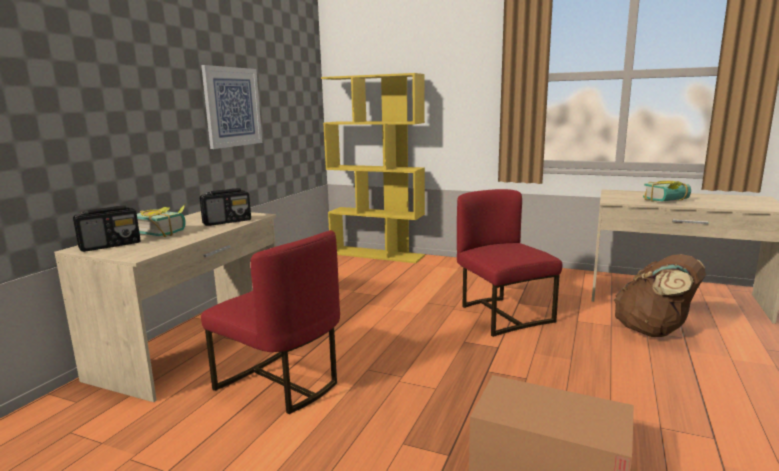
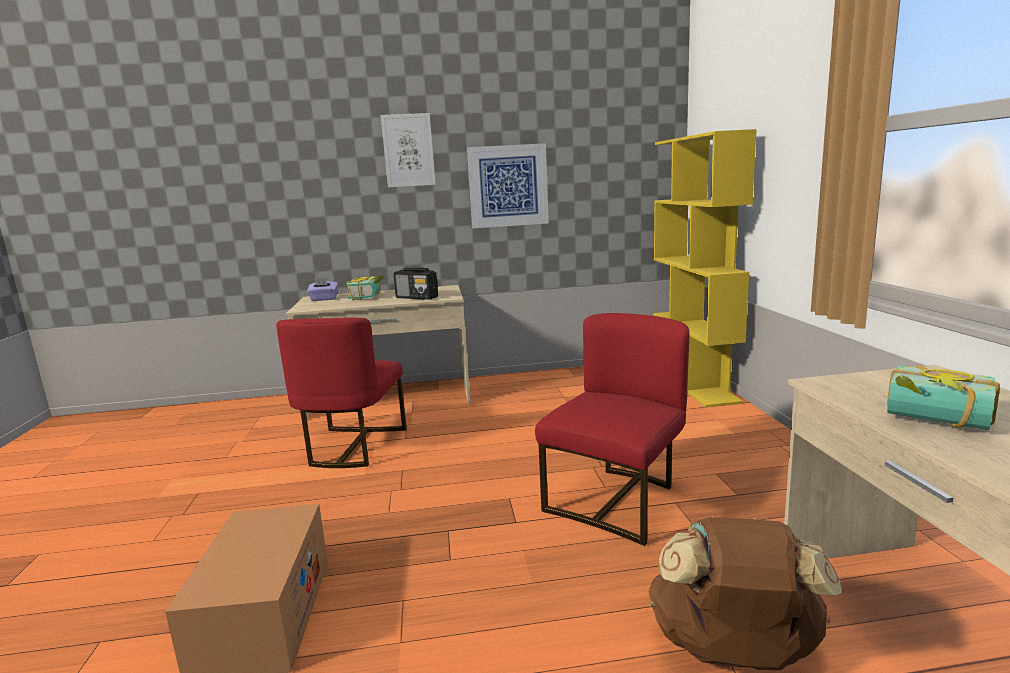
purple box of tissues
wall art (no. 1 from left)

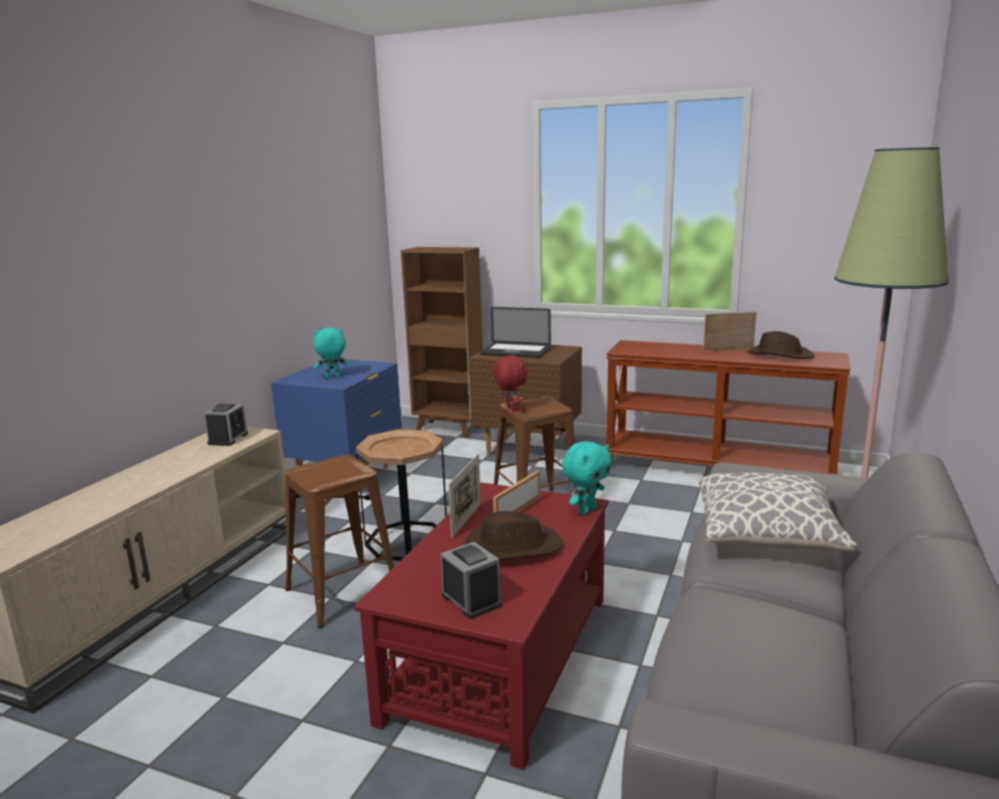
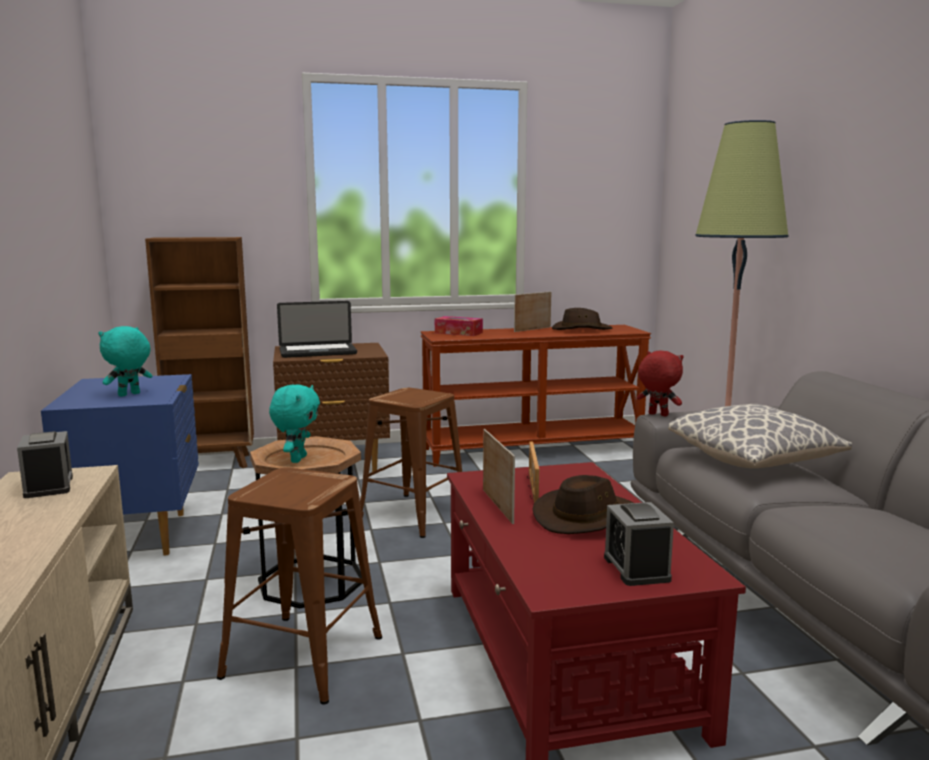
red-coloured soft toy
turquoise soft toy (no. 2 from left)
alarm clock (no. 2 from left)
box of tissues

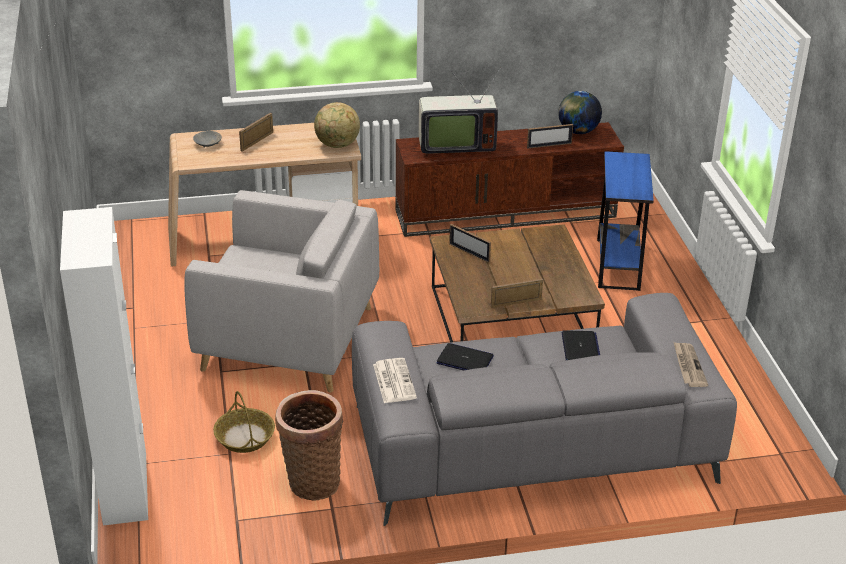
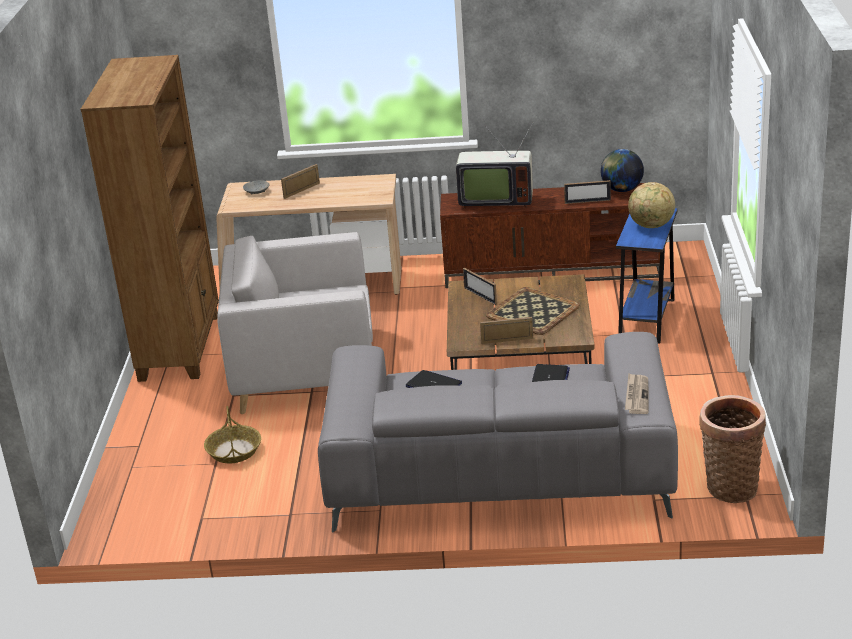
world globe (no. 2 from left)
gray lounge chair
white storage cabinet
printed paper (no. 1 from left in the first image)
storage basket (no. 2 from left)
brown-coloured bookshelf
serving tray

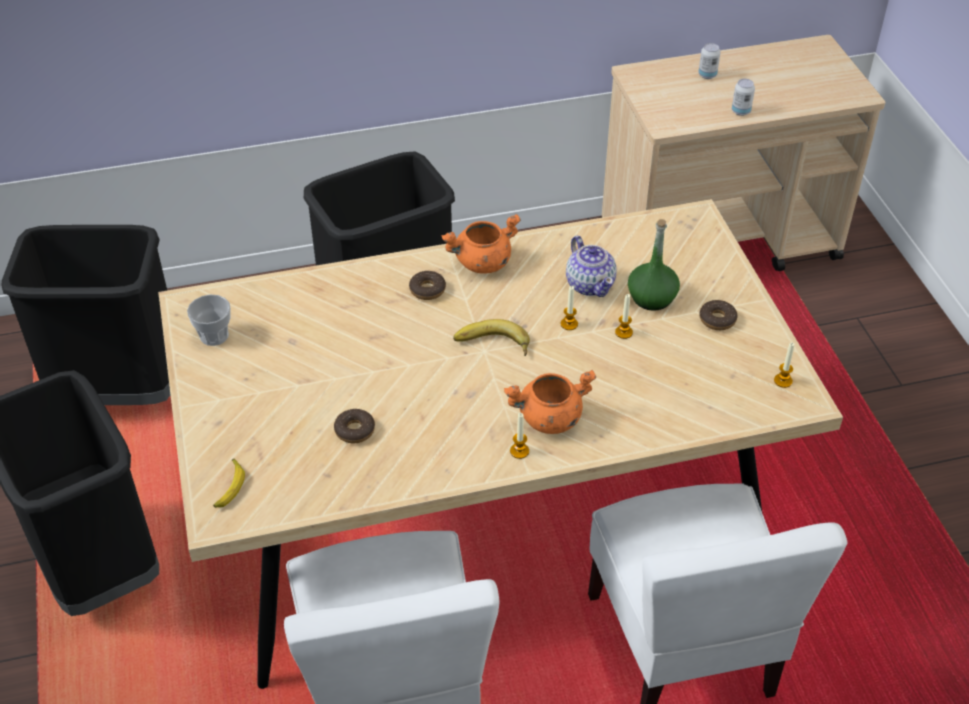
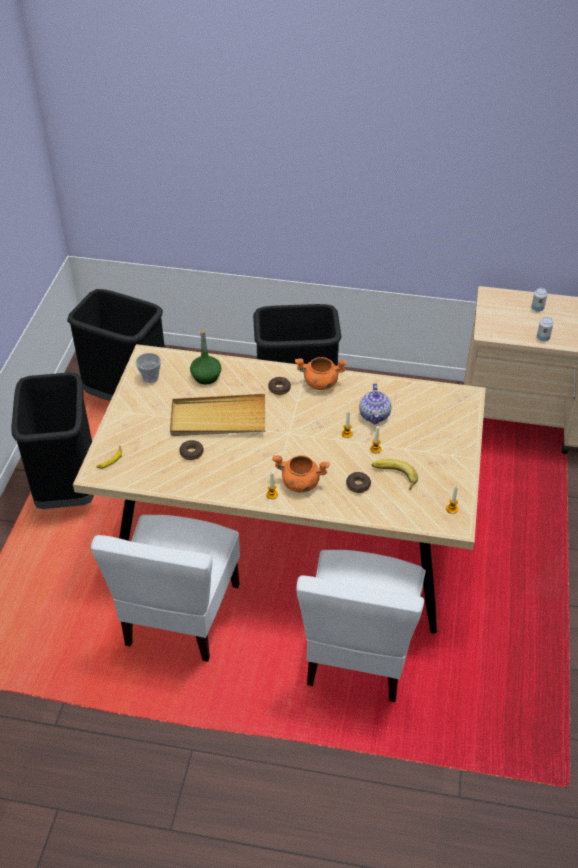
green beverage bottle
doughnut (no. 3 from left)
banana (no. 2 from left)
beige serving tray

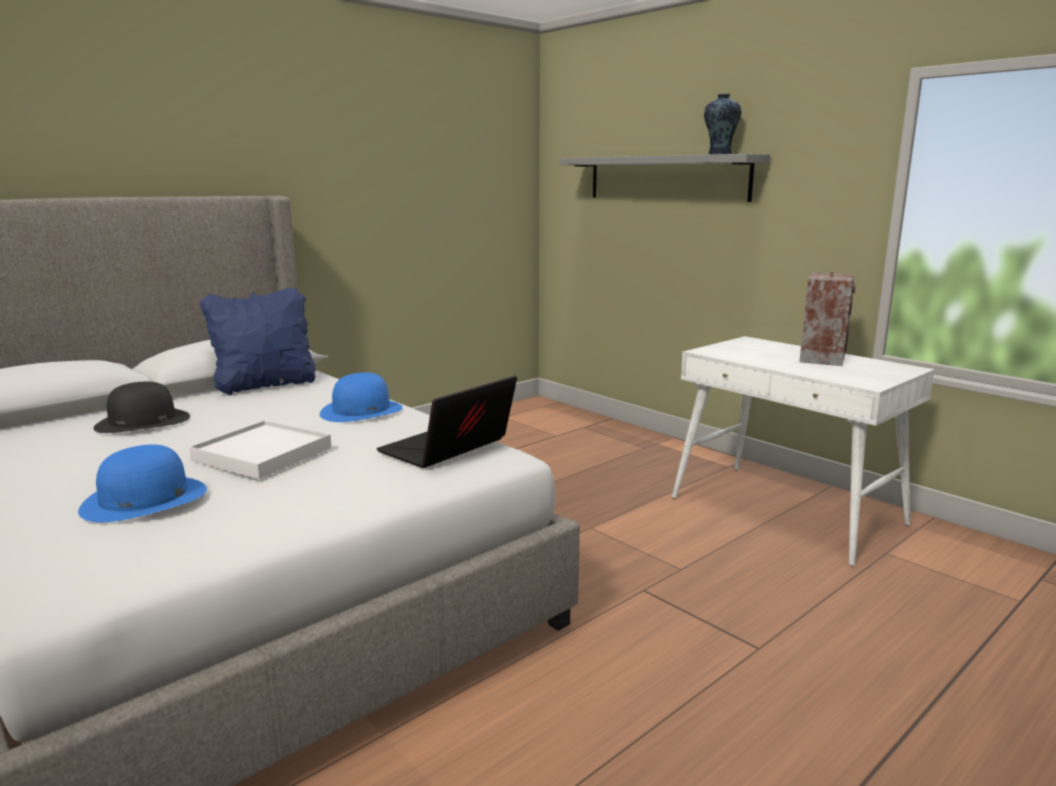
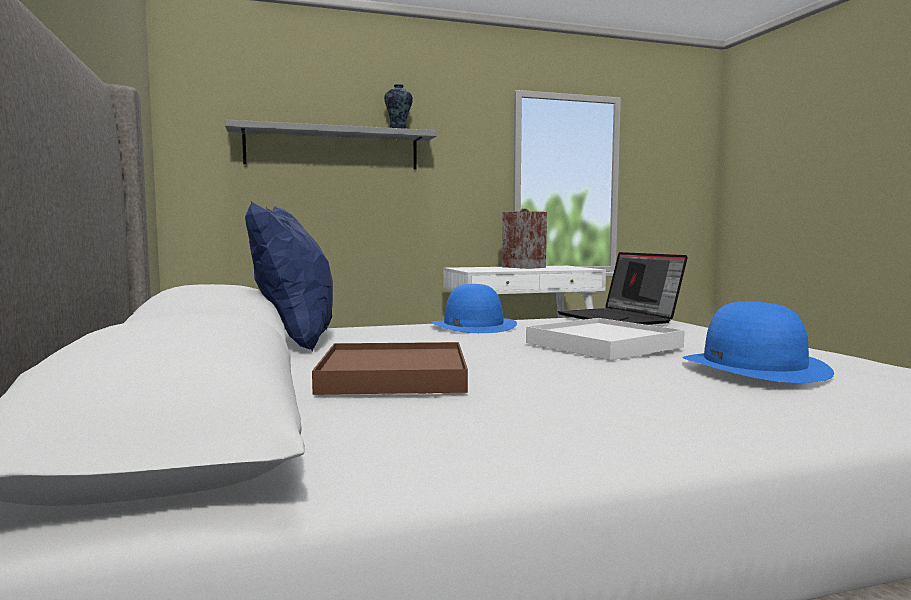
brown-coloured serving tray

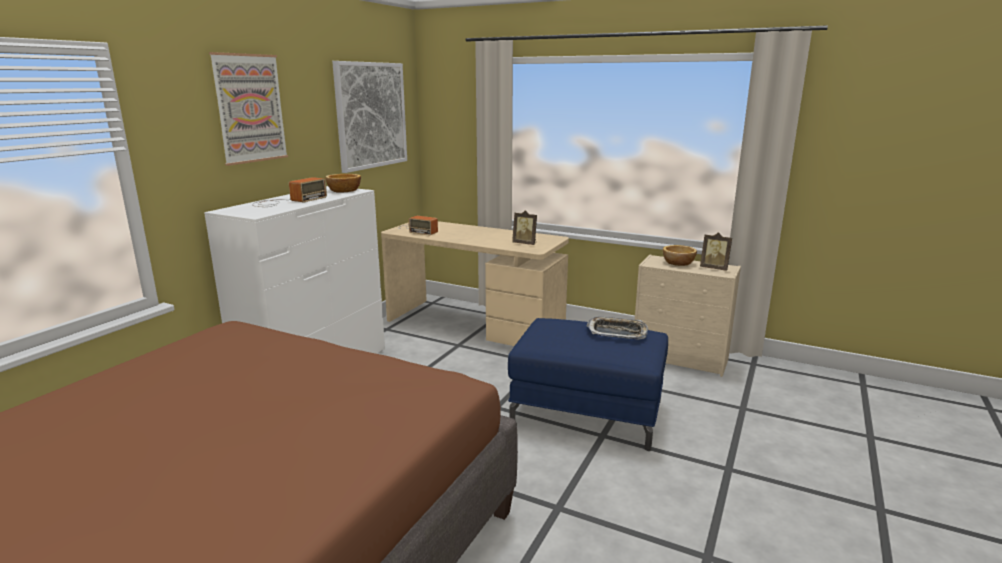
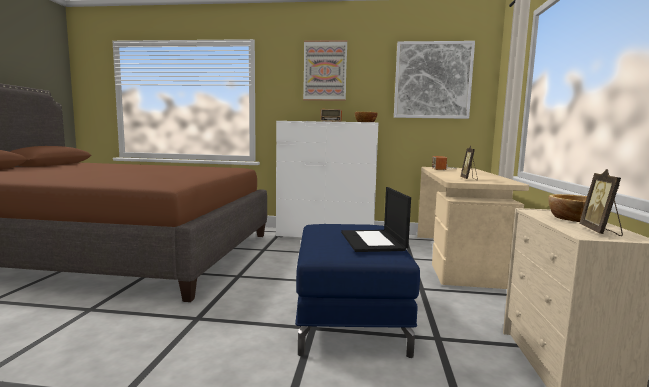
laptop

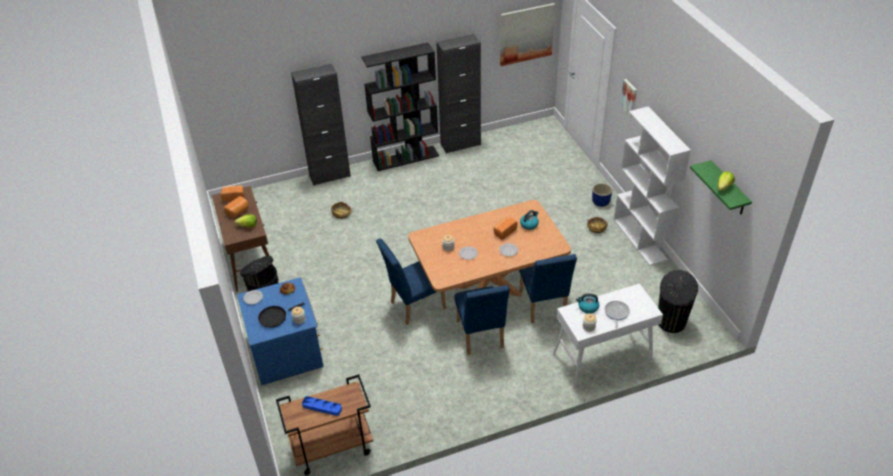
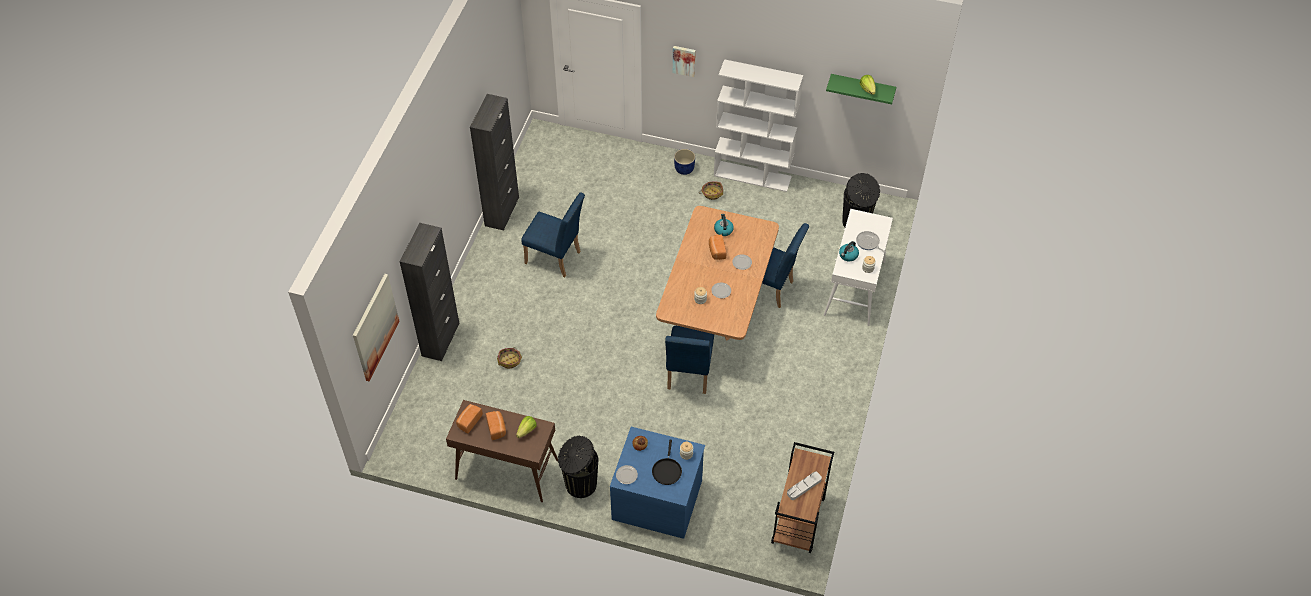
wall art (no. 1 from left)
black-coloured bookshelf
bluish chair (no. 1 from left)
gray serving tray

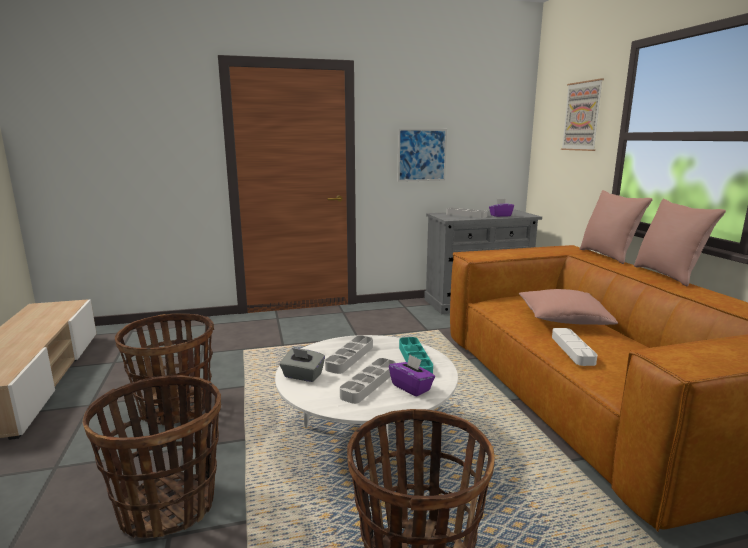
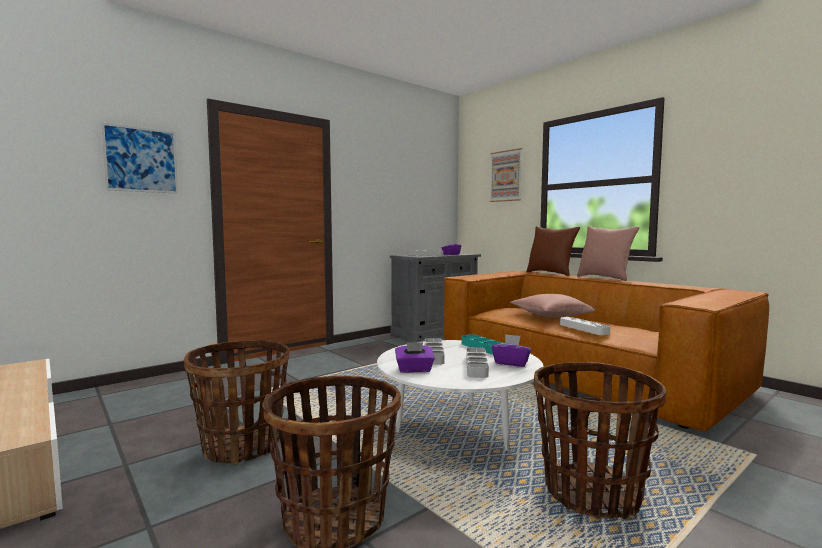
wall art (no. 1 from left)
brown-coloured cushion
purple box of tissues (no. 1 from left)

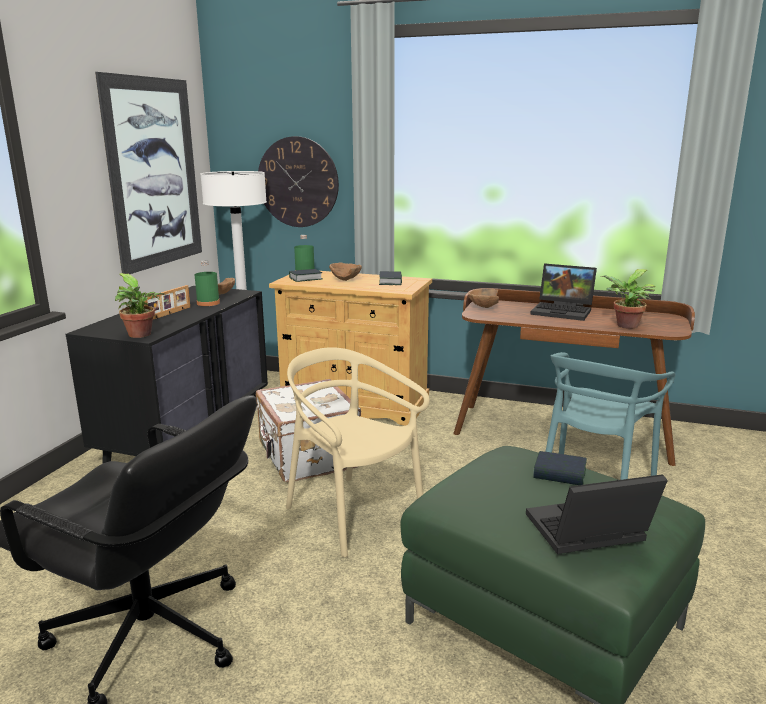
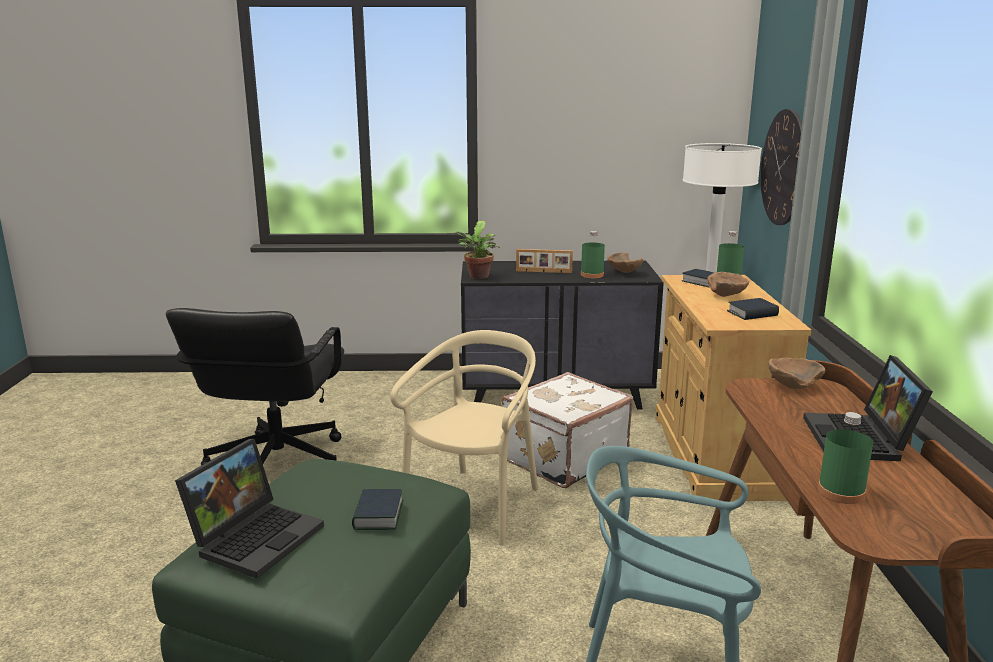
wall art
green beverage bottle (no. 3 from left)
laptop (no. 1 from left)

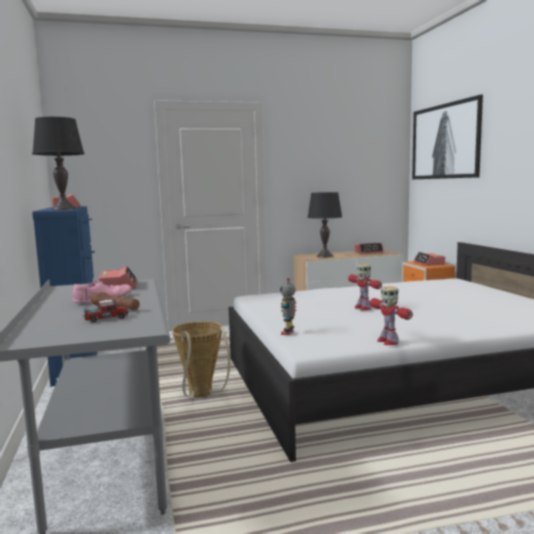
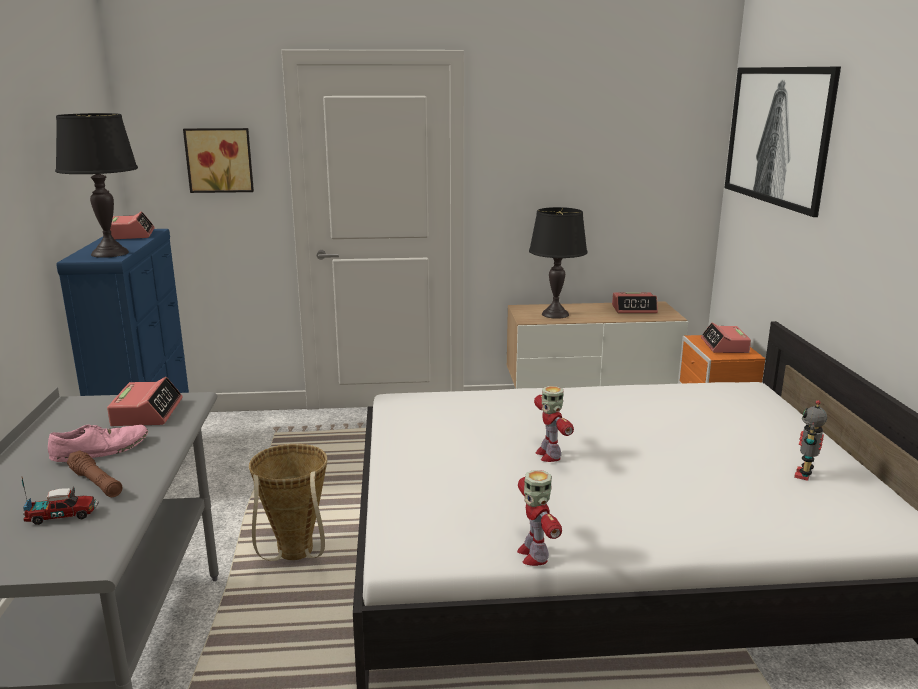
toy robot (no. 3 from left)
wall art (no. 1 from left)

